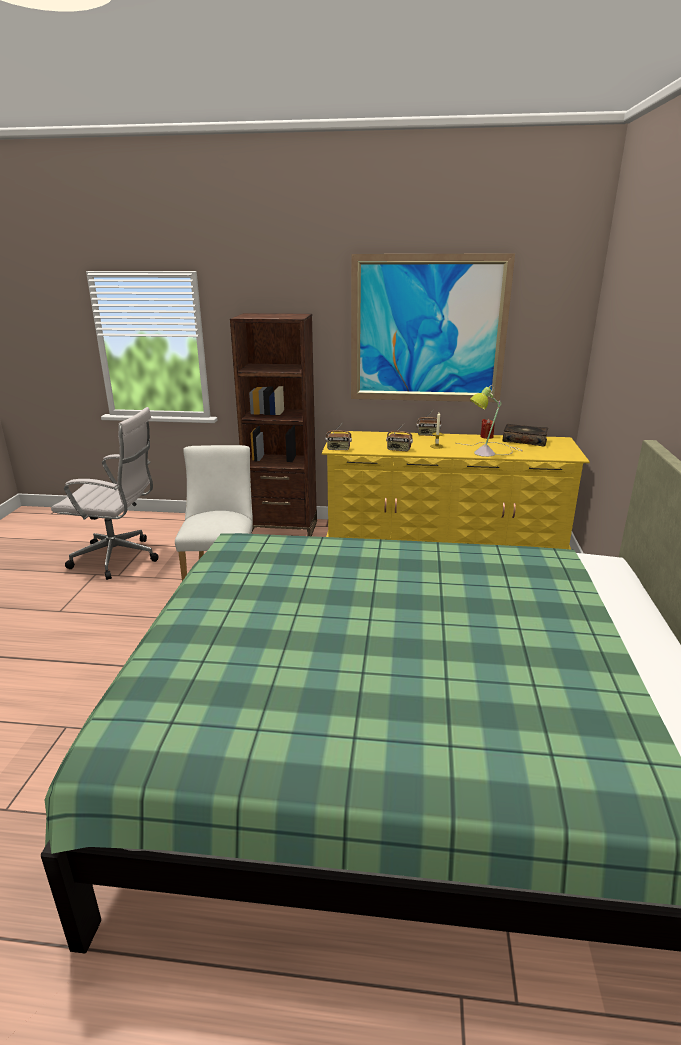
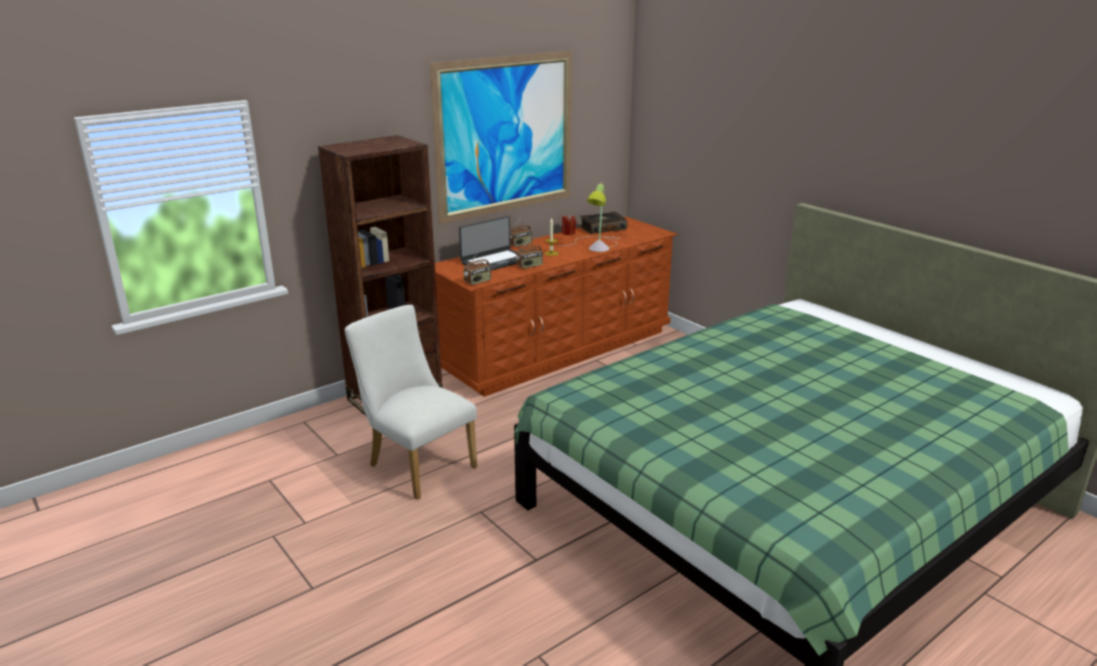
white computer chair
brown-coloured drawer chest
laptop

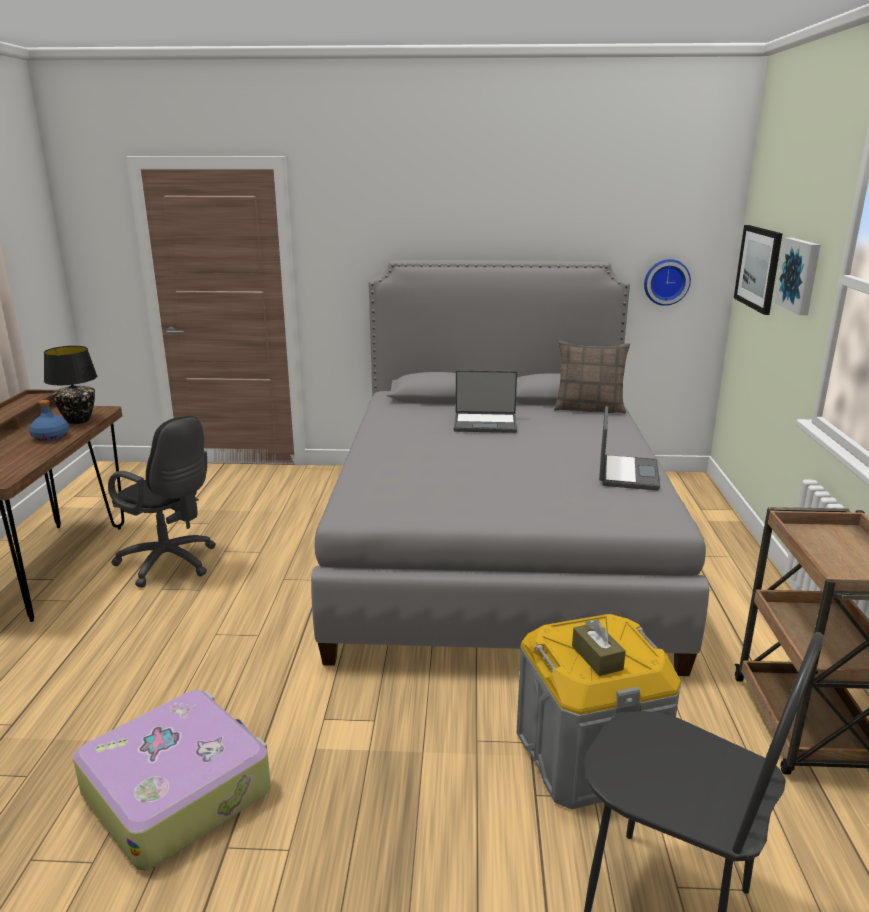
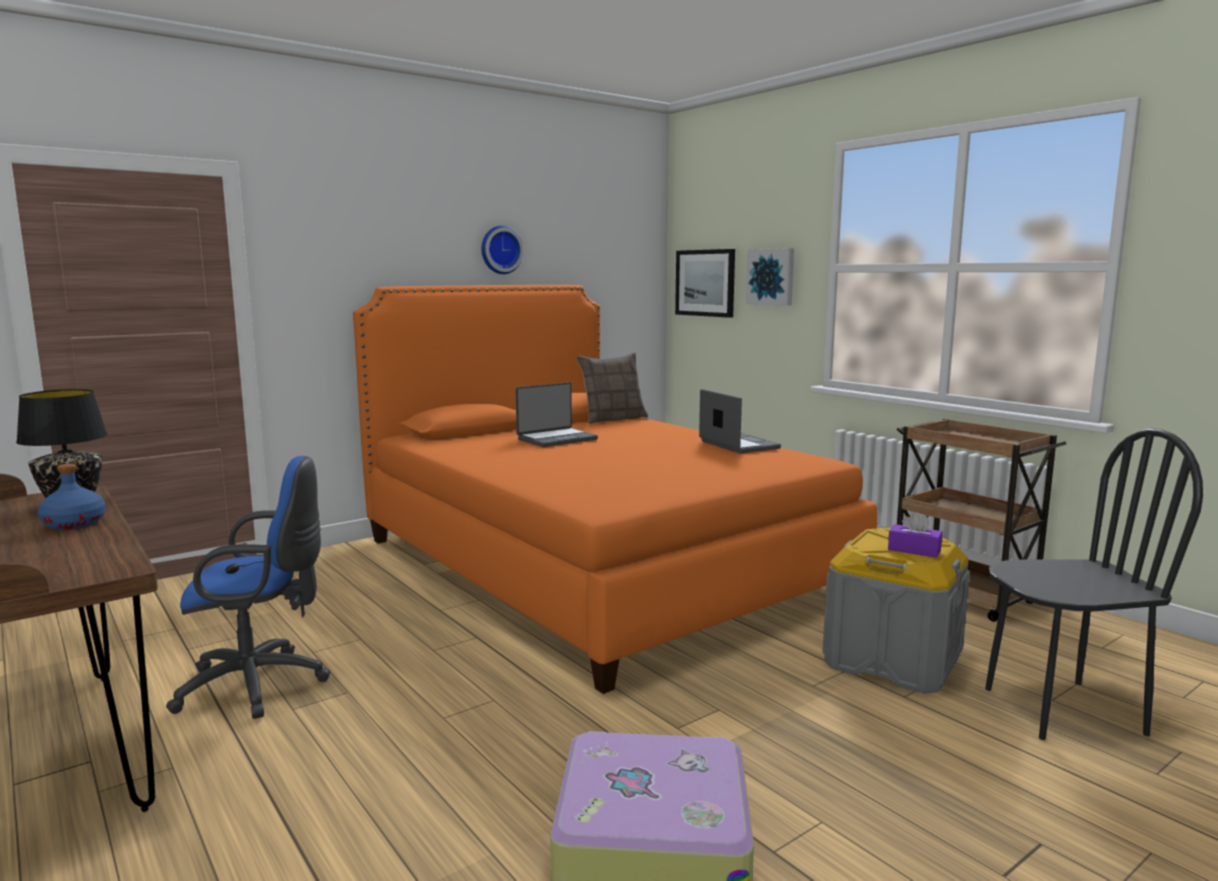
wall clock
orange-coloured sleeping bed
bluish computer chair
purple box of tissues

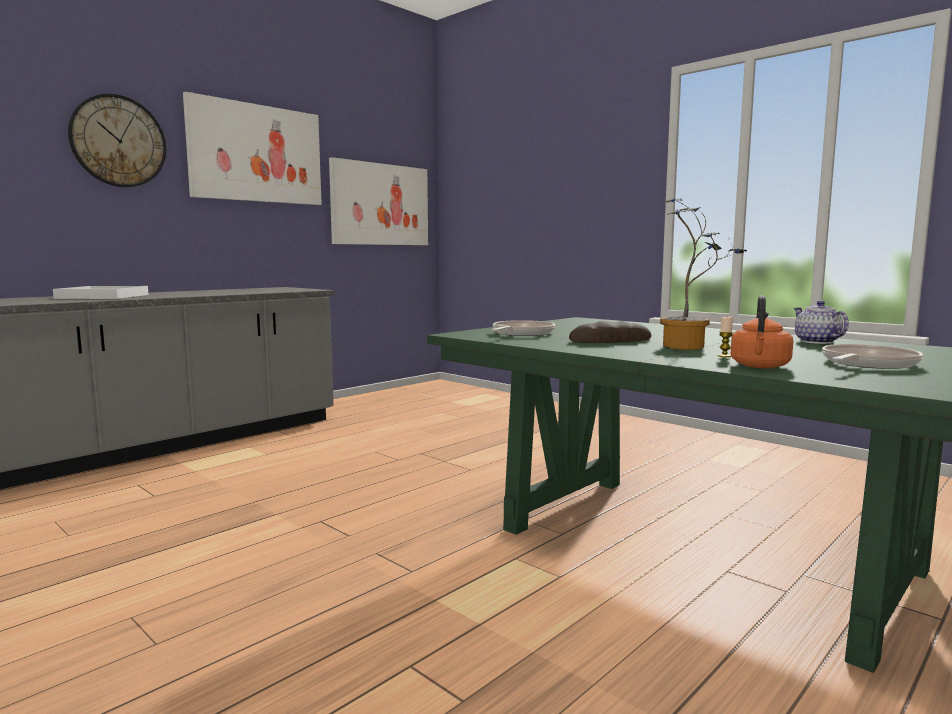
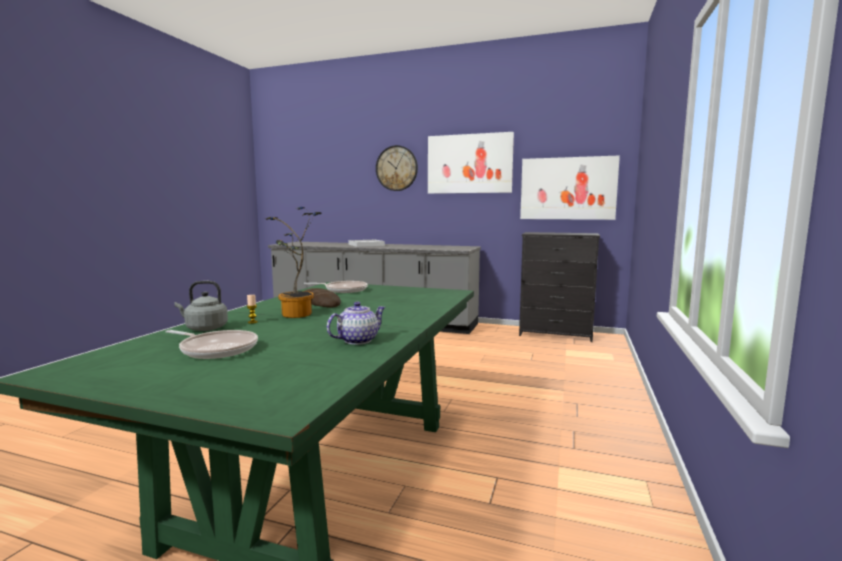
gray water kettle
black-coloured drawer chest

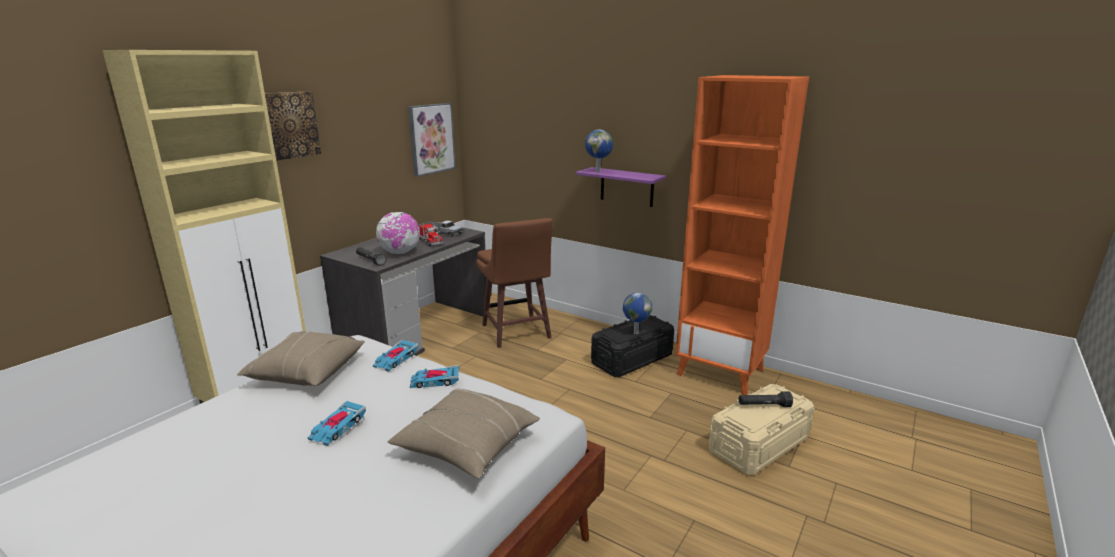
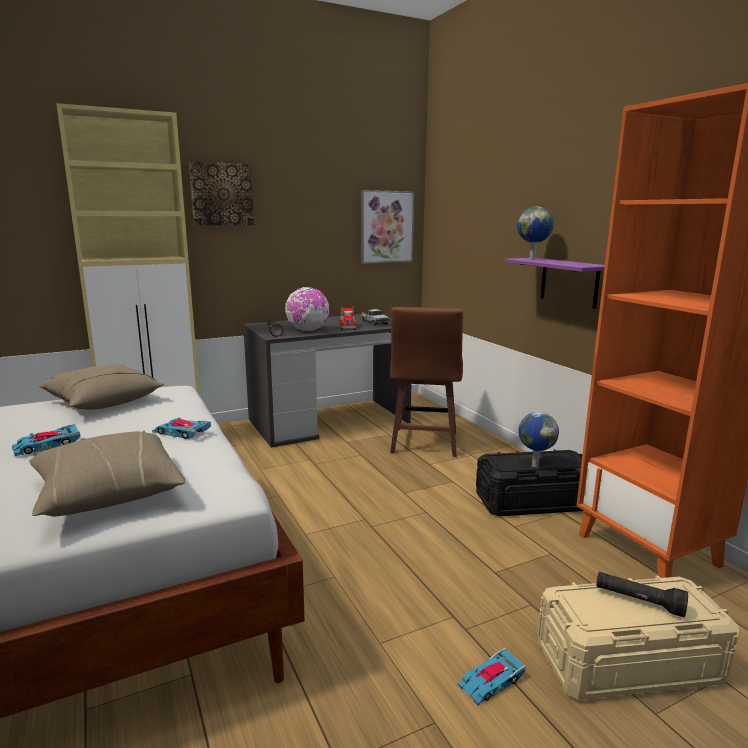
model car (no. 3 from left)

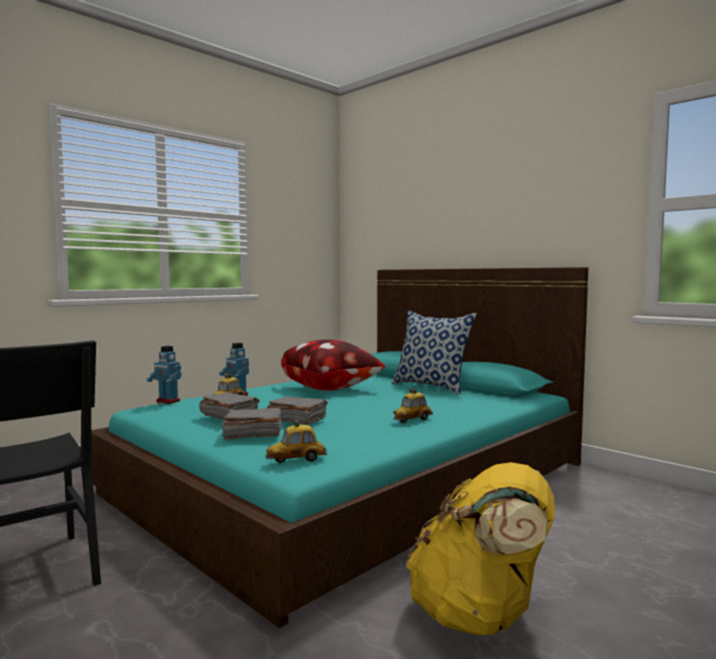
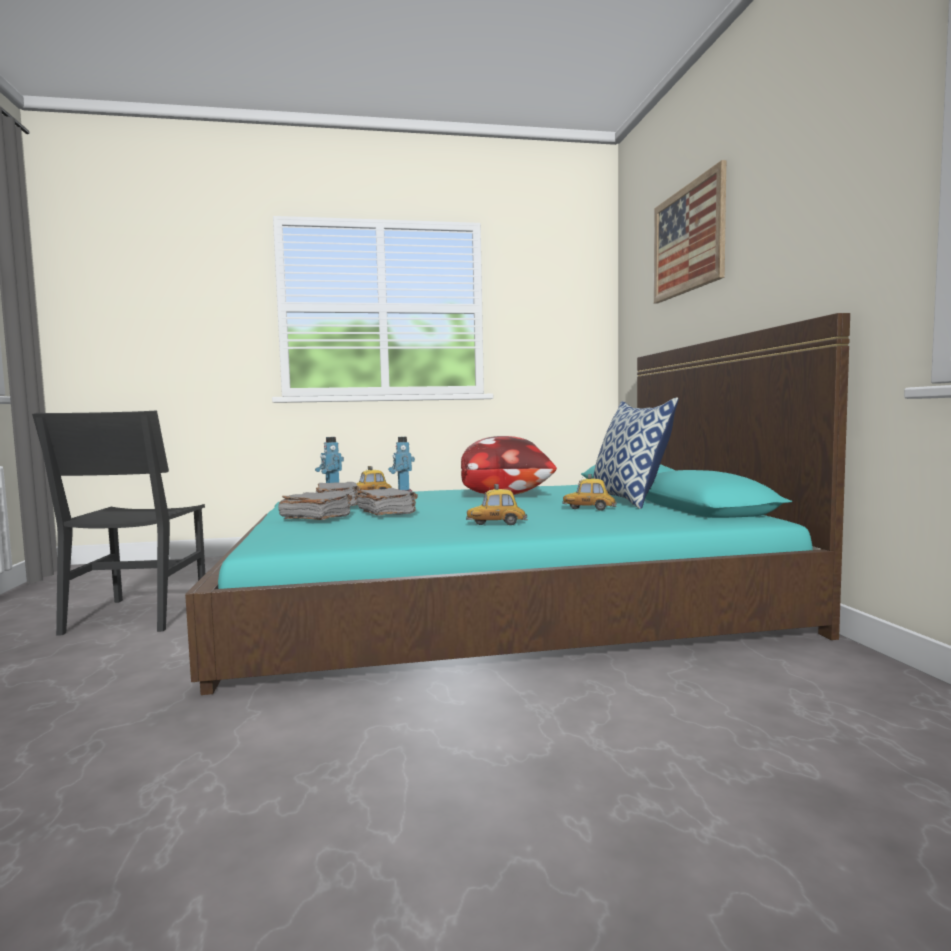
model car (no. 3 from left)
yellow-coloured knapsack
wall art

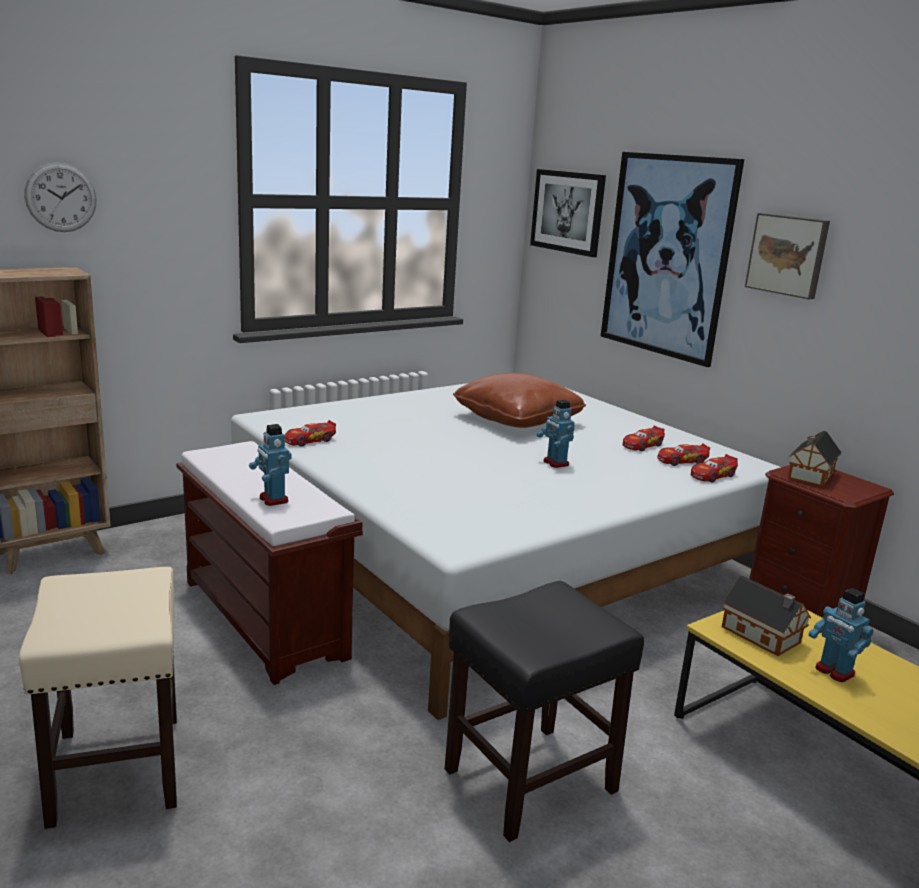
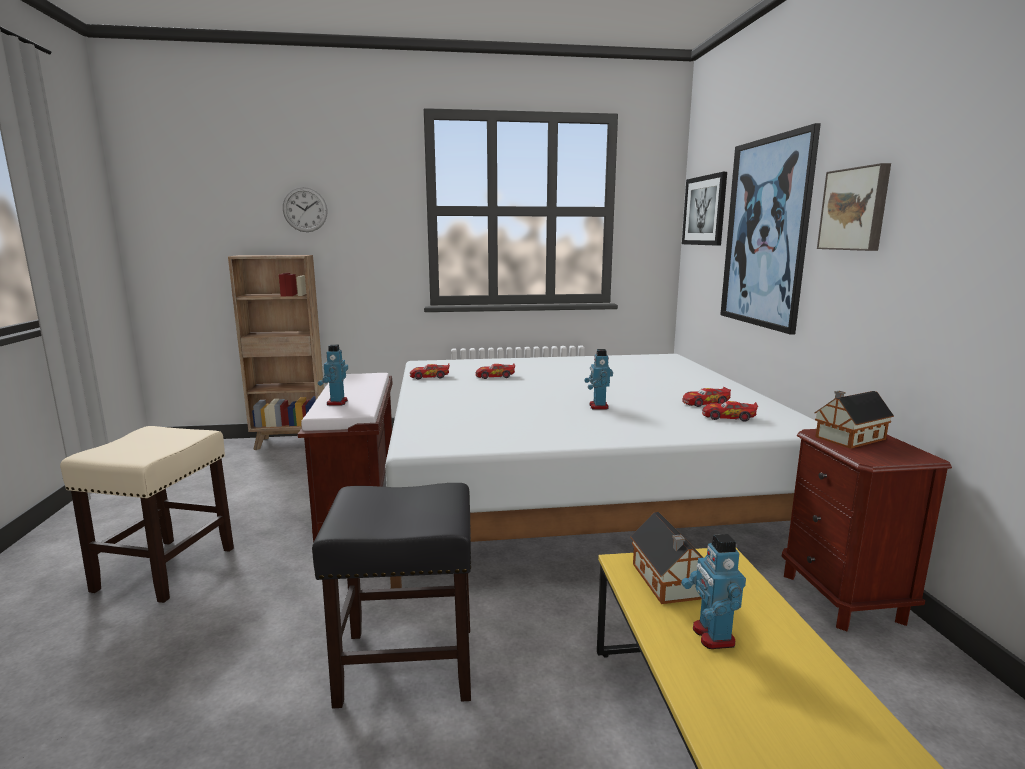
brown-coloured cushion
model car (no. 2 from left)

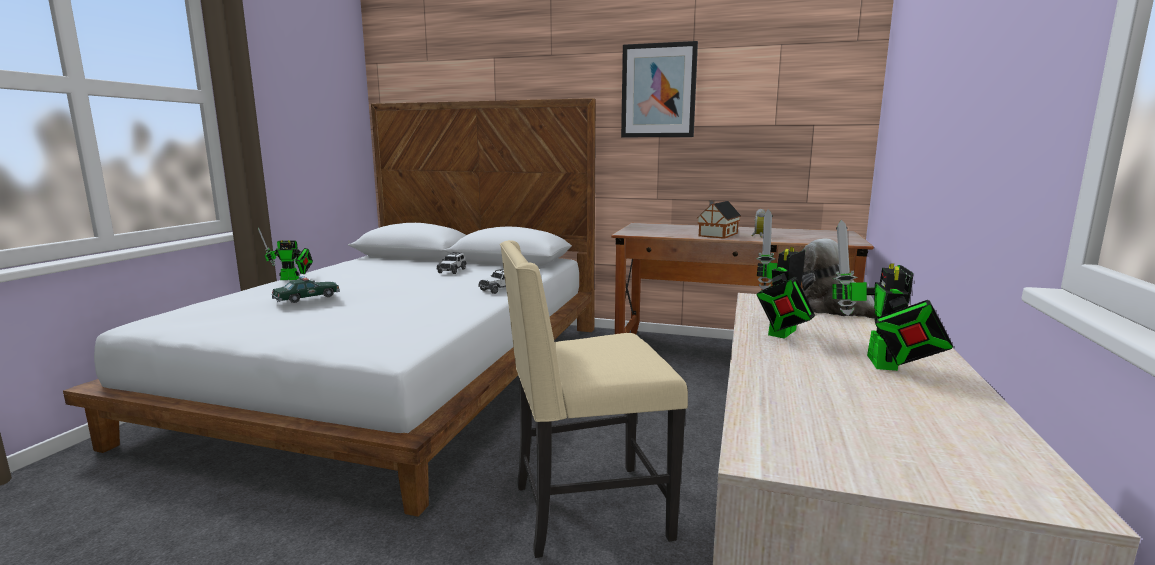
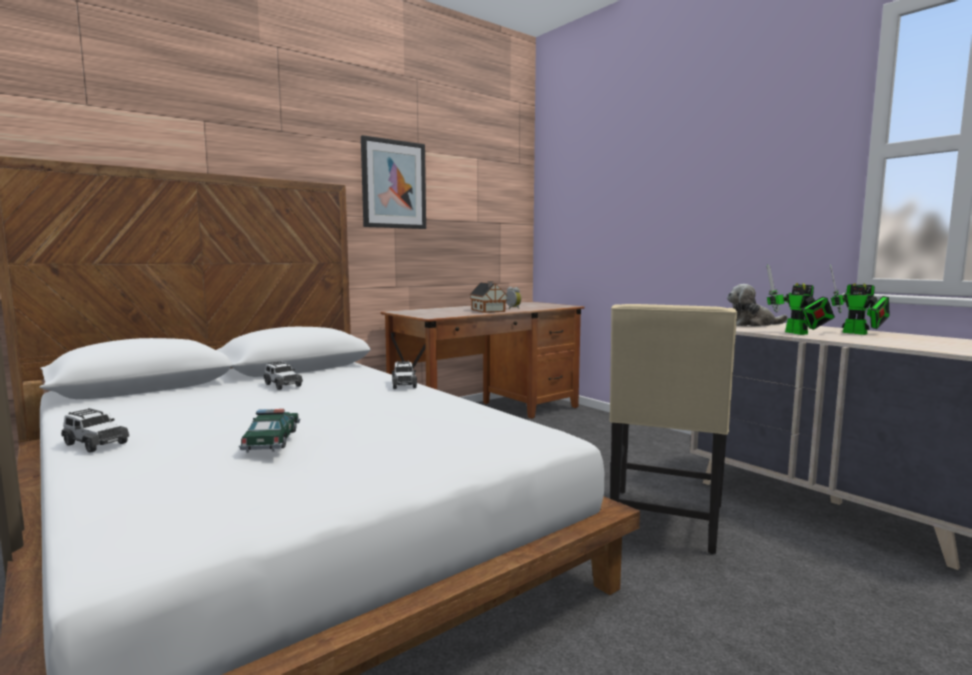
model car (no. 1 from left)

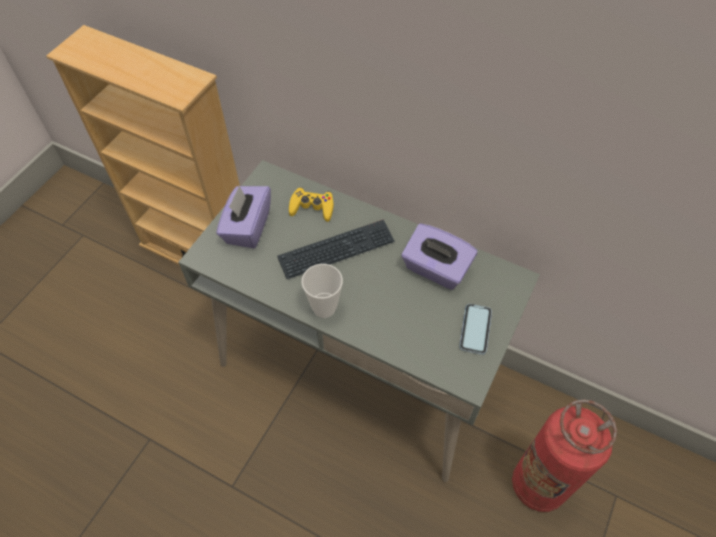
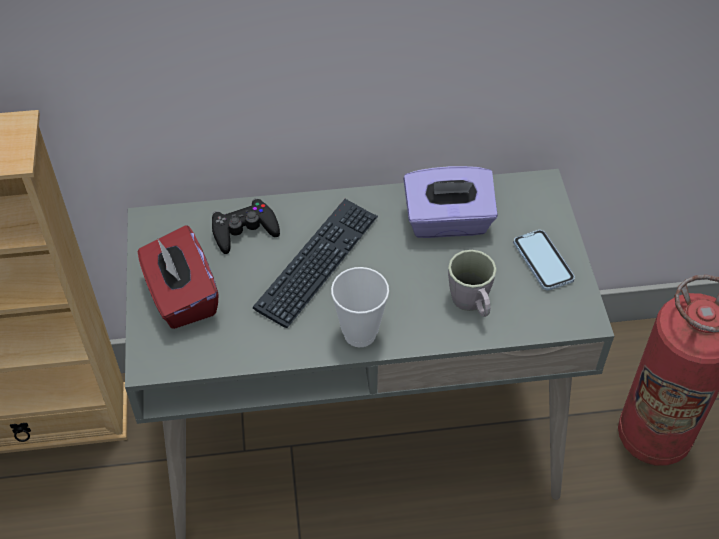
red-coloured box of tissues
black-coloured gamepad
gray mug

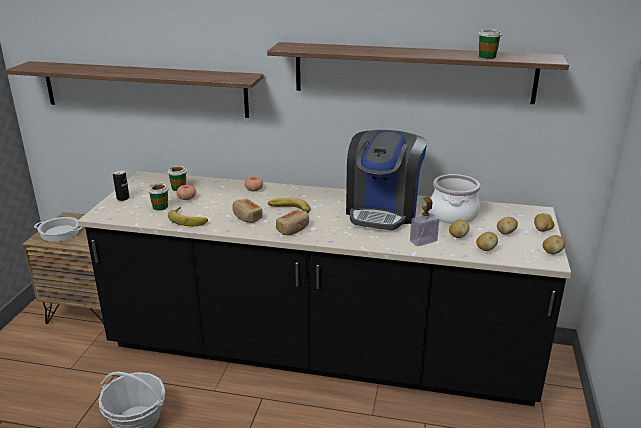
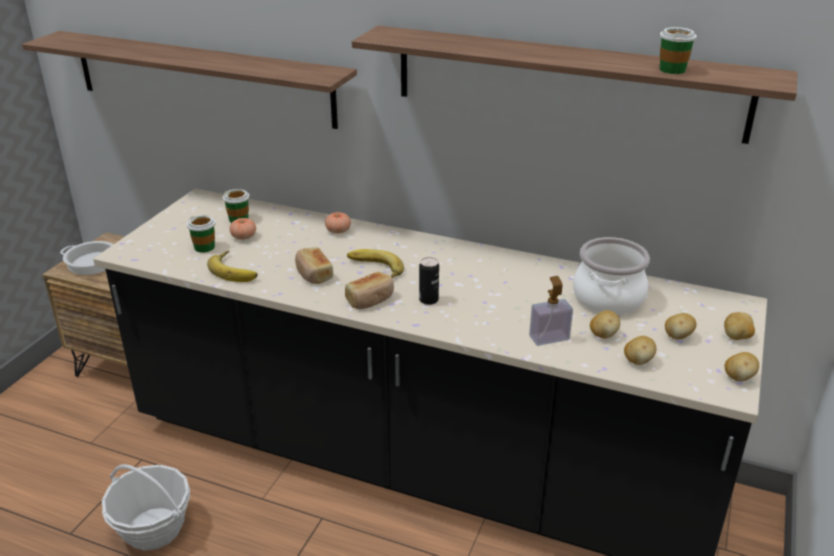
coffee maker
can

